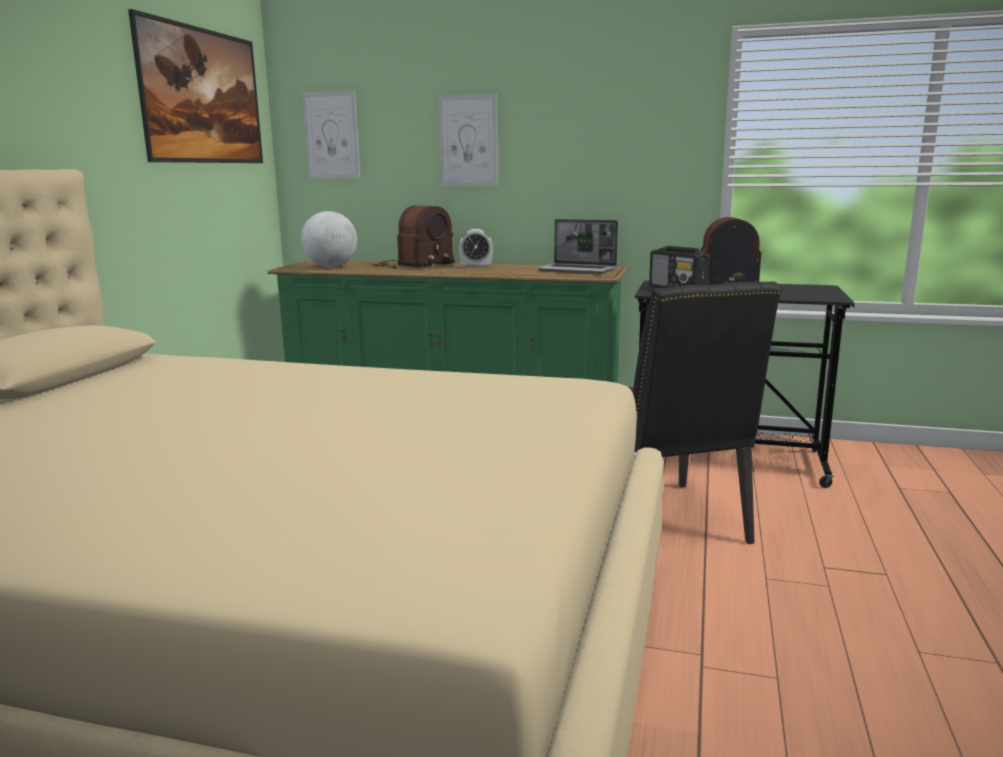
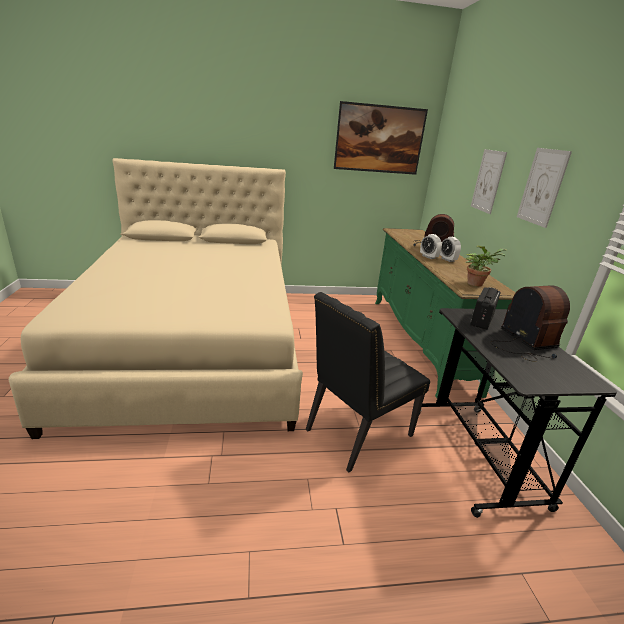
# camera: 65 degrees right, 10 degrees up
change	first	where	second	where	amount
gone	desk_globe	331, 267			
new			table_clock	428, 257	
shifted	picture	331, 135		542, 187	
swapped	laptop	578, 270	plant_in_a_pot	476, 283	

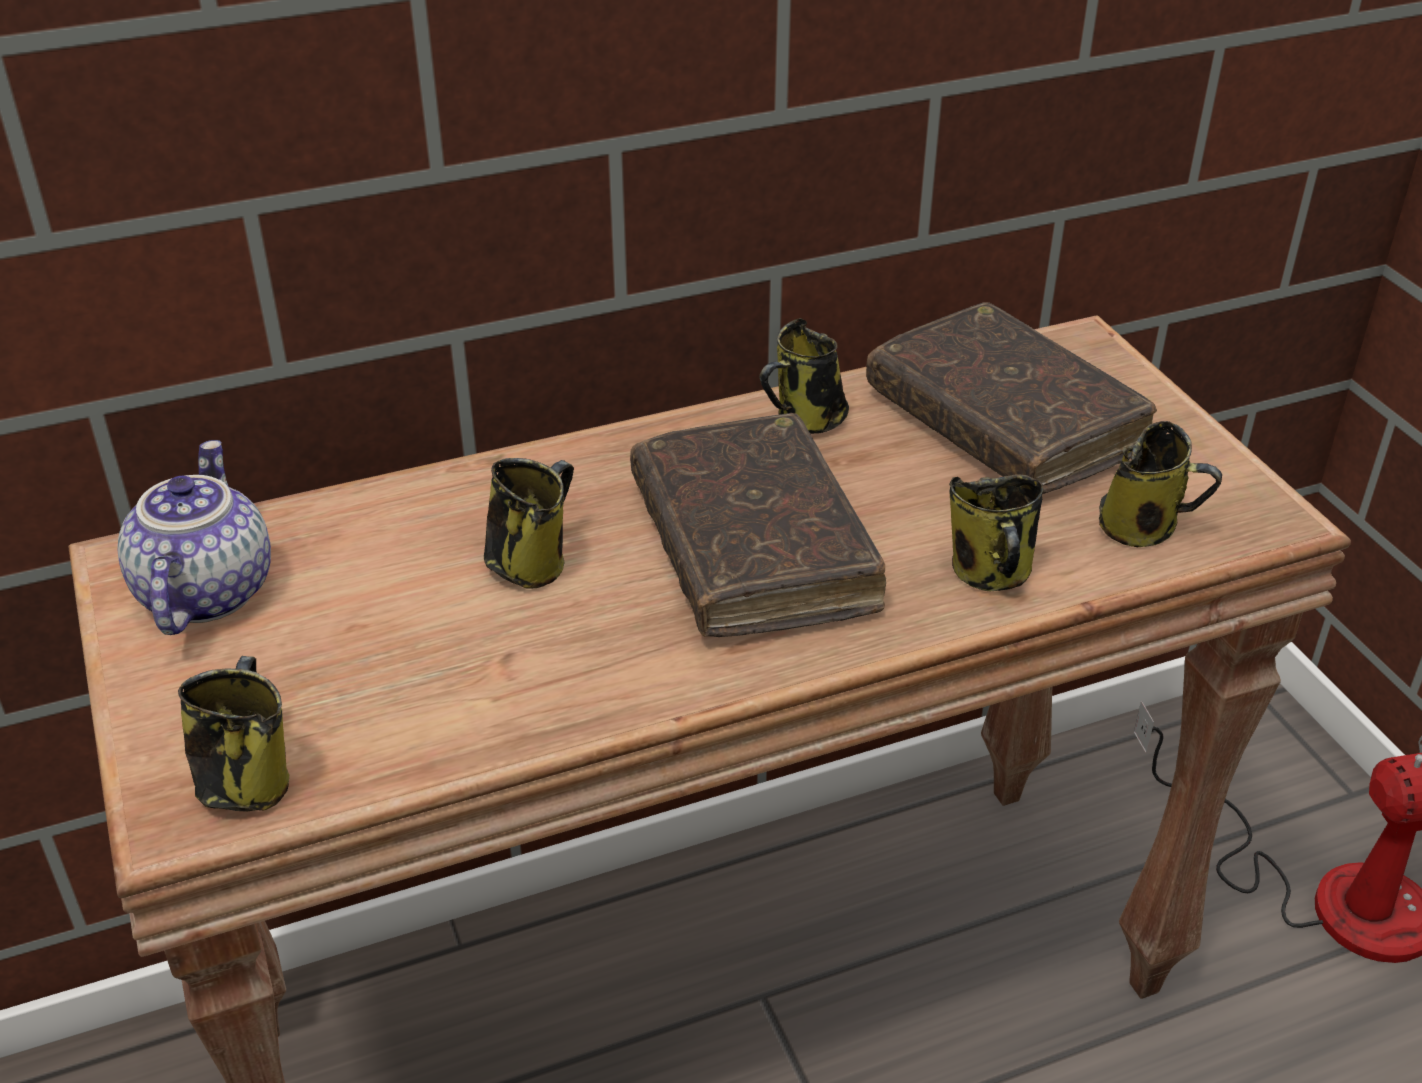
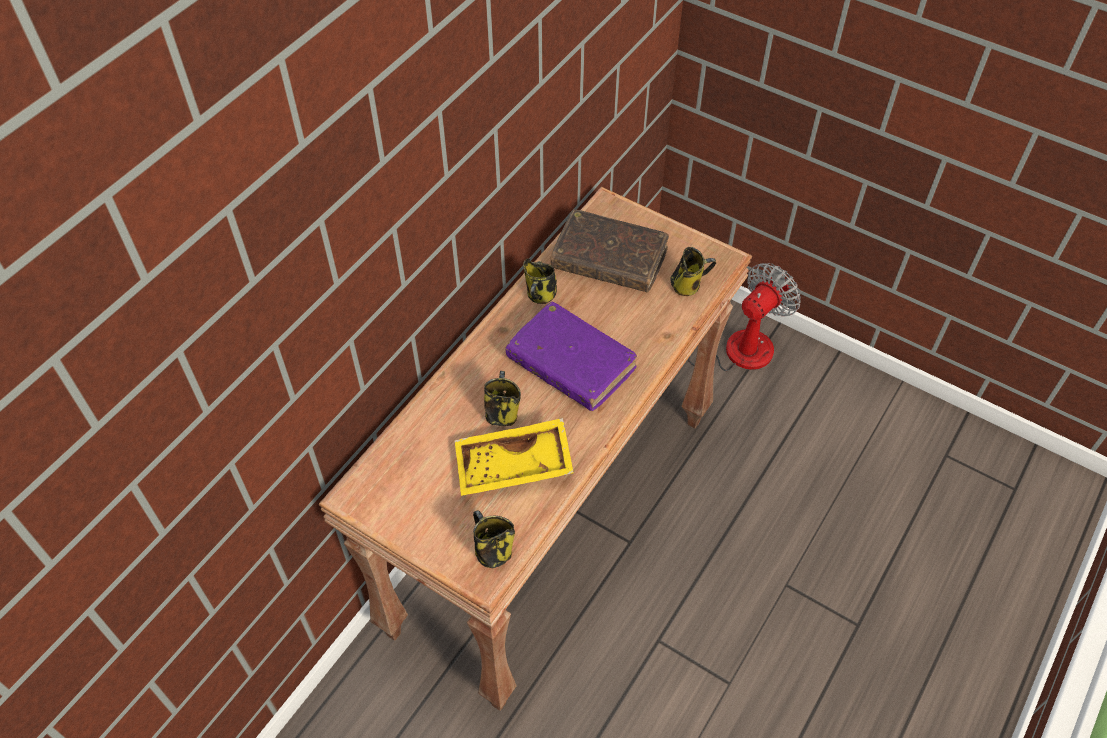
# camera: 35 degrees left, 15 degrees up
change	first	where	second	where	amount
gone	teapot	203, 592			
gone	coffee_mug	991, 574			
new			yellow-coloured_tray	513, 467	
repainted	brownish_volume	752, 548	purple-coloured_volume	571, 364	

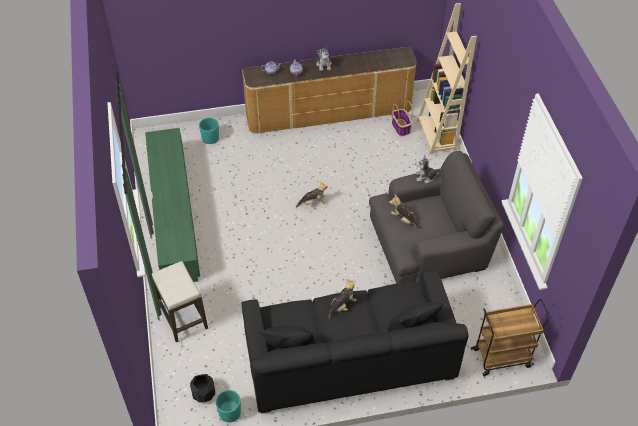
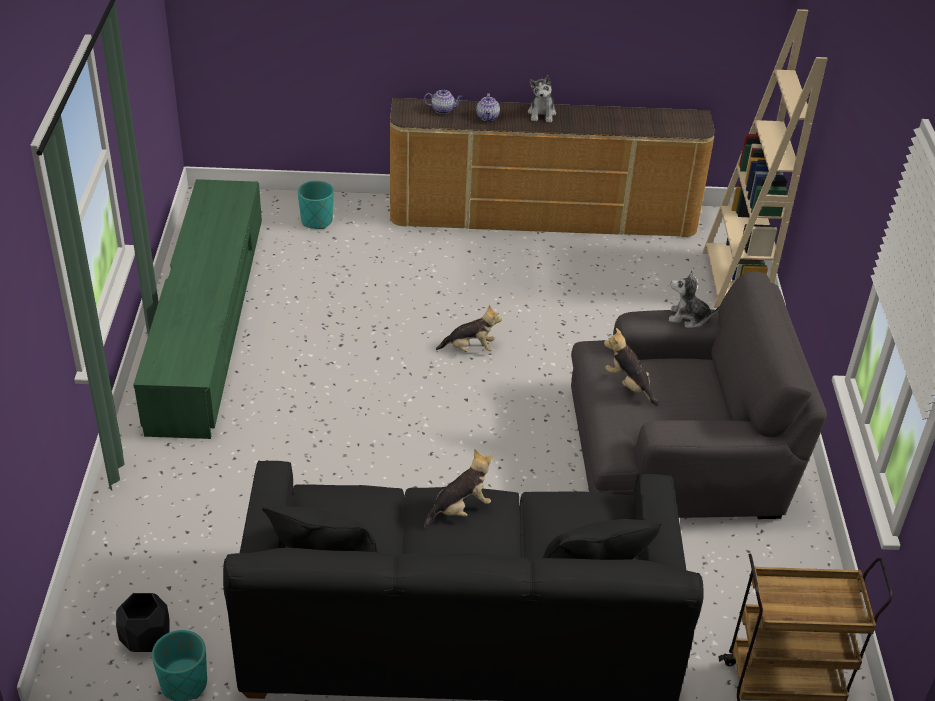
# camera: 10 degrees right, 10 degrees down
change	first	where	second	where	amount
gone	stool_seat	182, 317			
gone	basket	401, 128			

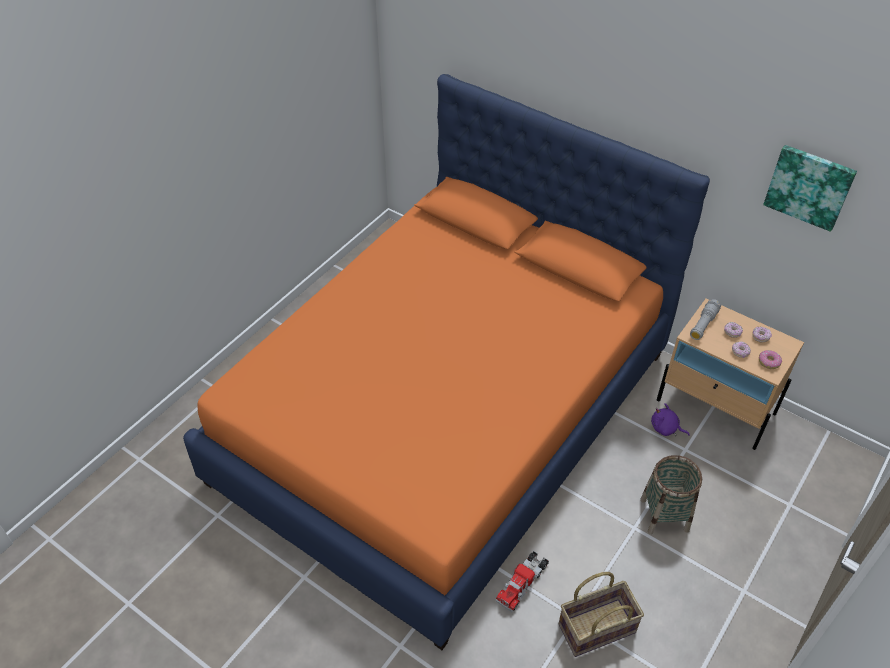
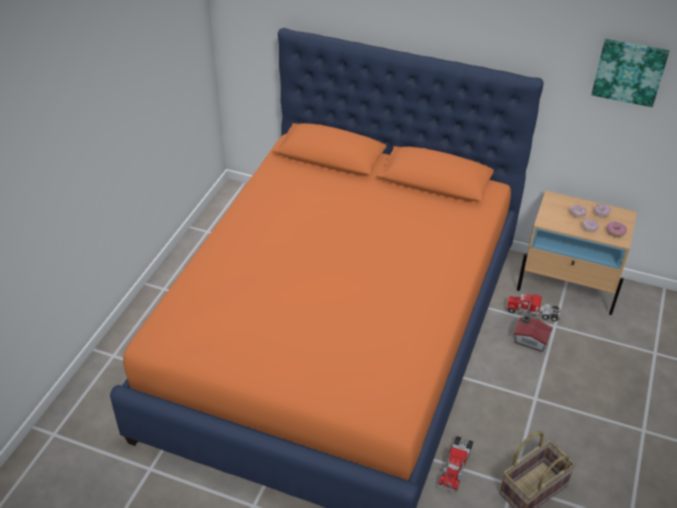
# camera: 15 degrees left, 5 degrees down
change	first	where	second	where	amount
gone	basket	664, 515			
gone	greyish_torch	703, 324			
new			toy_house	530, 340	
swapped	purple-coloured_soft_toy	666, 428	toy_lorry	532, 312	

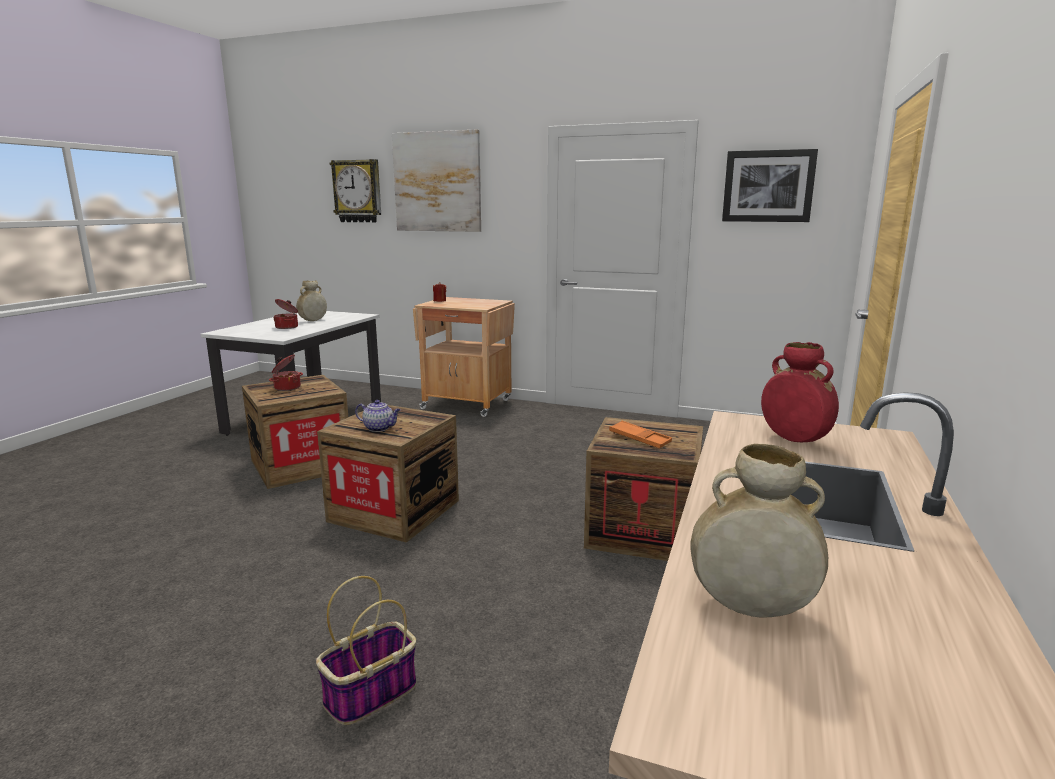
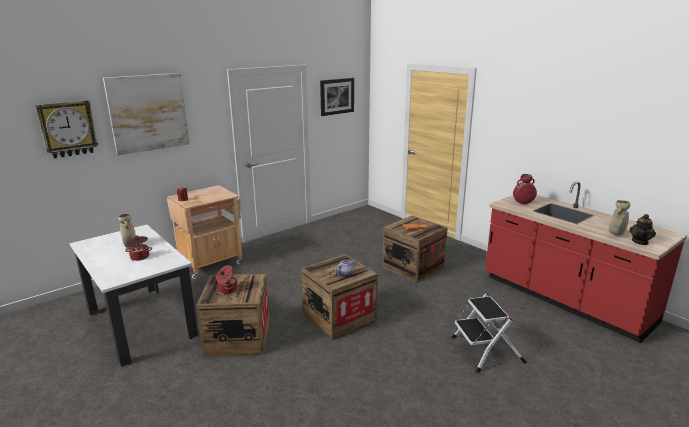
# camera: 60 degrees left, 5 degrees up
change	first	where	second	where	amount
new			teapot	640, 242	
swapped	basket	370, 694	stepladder	486, 351	

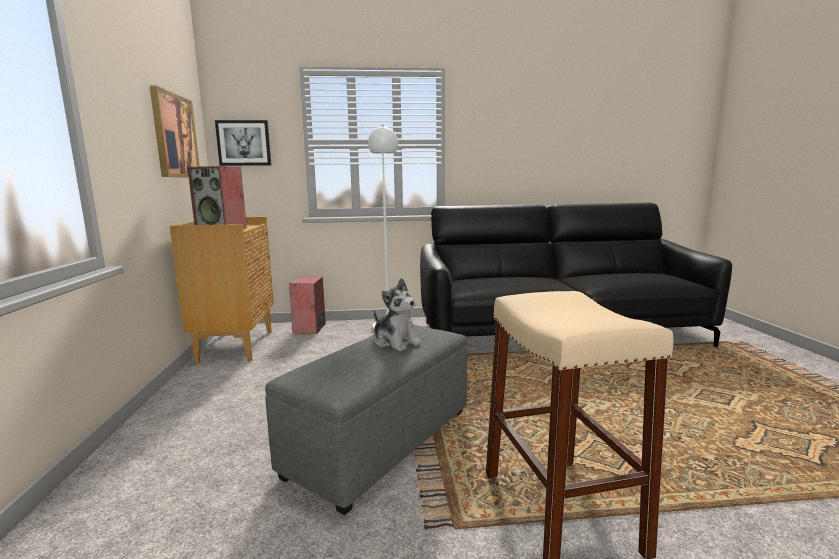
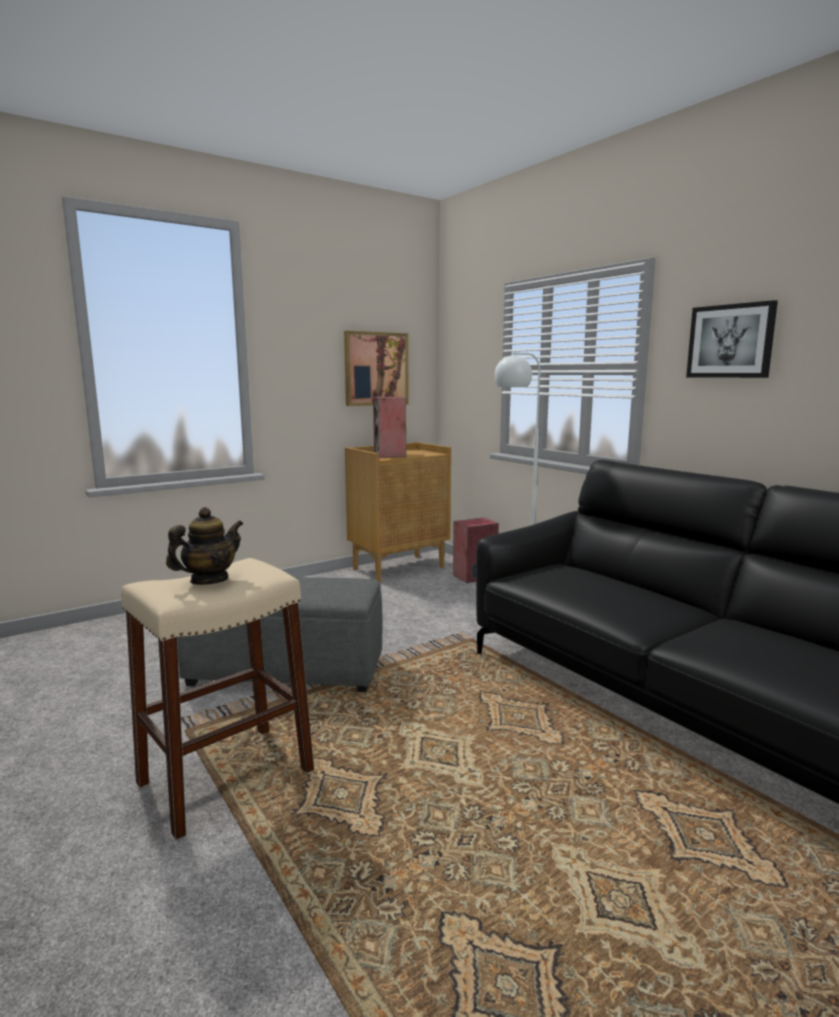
# camera: 60 degrees right, 0 degrees up
change	first	where	second	where	amount
gone	soft_toy	396, 342			
new			teapot	209, 580	
shifted	picture	244, 143		730, 341	

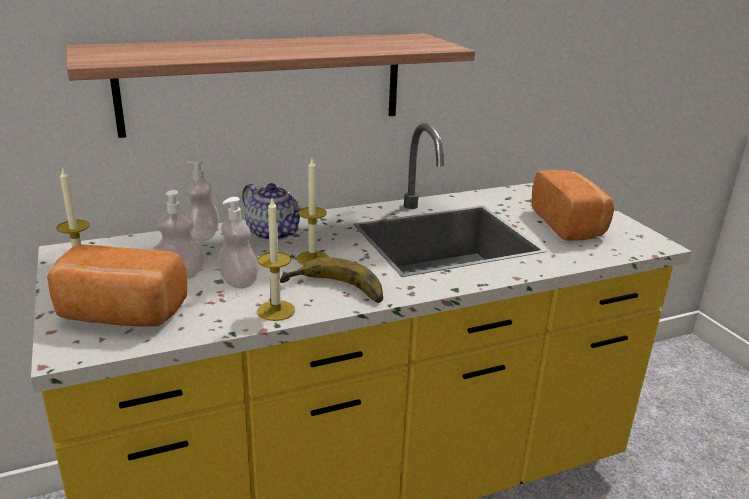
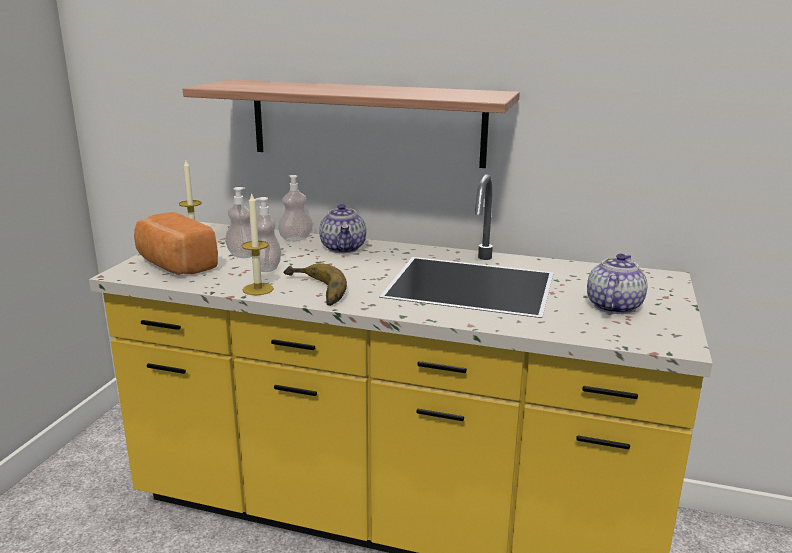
# camera: 40 degrees right, 5 degrees down
change	first	where	second	where	amount
gone	wax_candle	312, 258			
swapped	bread	570, 224	teapot	613, 306	

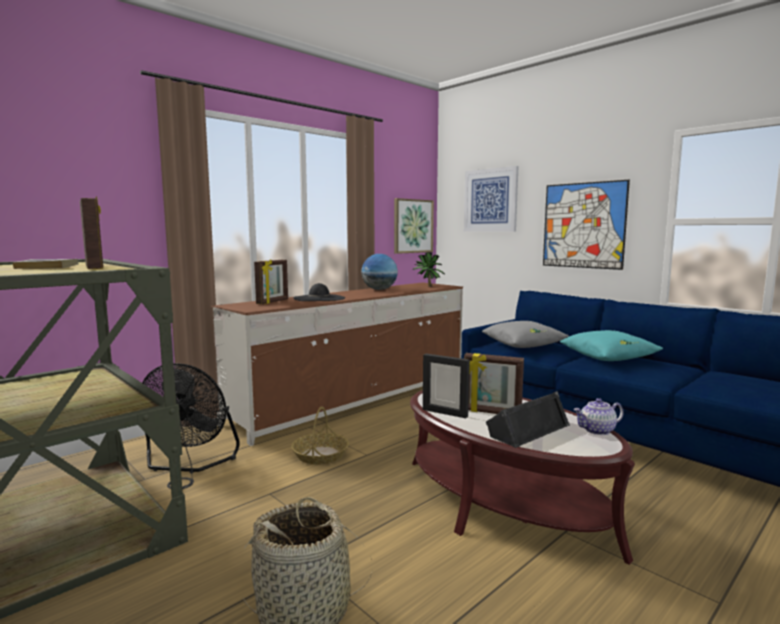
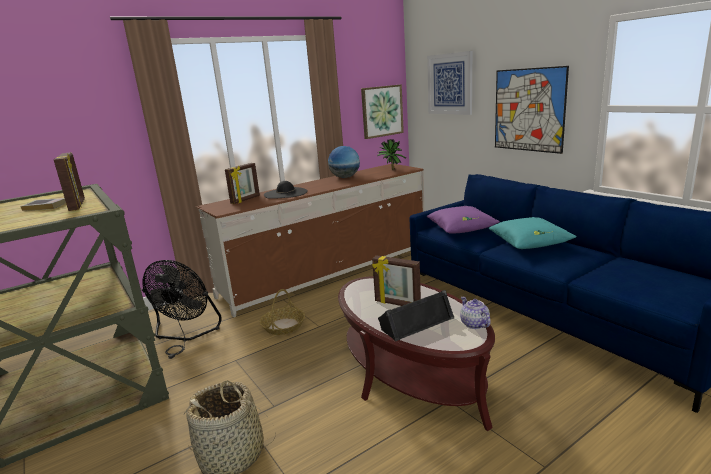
# camera: 10 degrees right, 10 degrees up
change	first	where	second	where	amount
gone	standing_frame	445, 412			
repainted	greyish_throw_pillow	523, 345	purple-coloured_throw_pillow	461, 229	
rotated	teapot	597, 431		474, 324	75 degrees clockwise

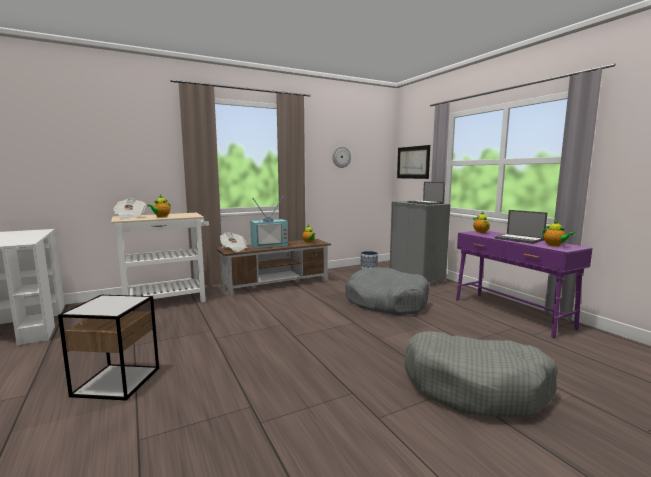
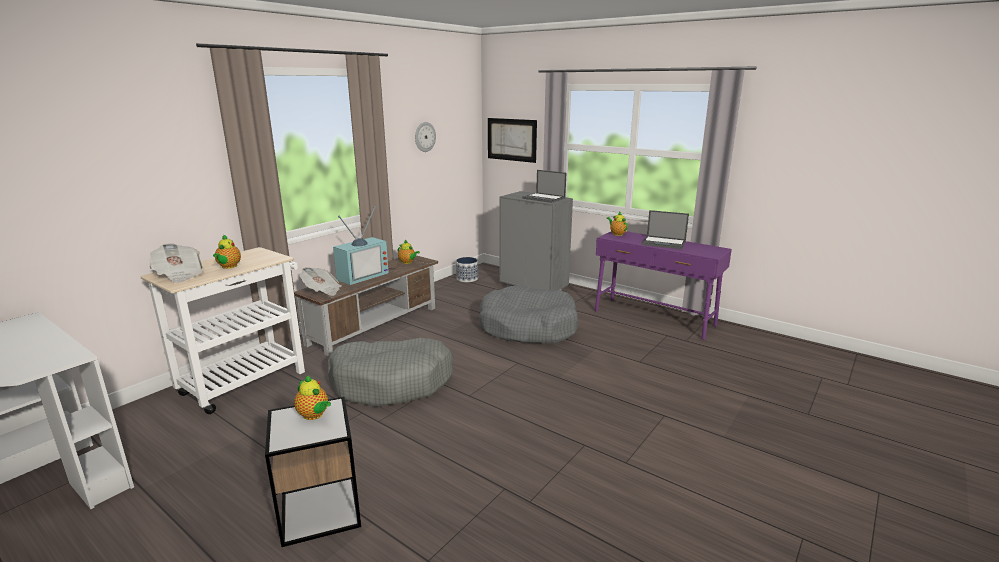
# camera: 25 degrees left, 10 degrees up
change	first	where	second	where	amount
shifted	greyish_dog_cushion	475, 386		392, 382	
shifted	teapot	555, 245		314, 415	

